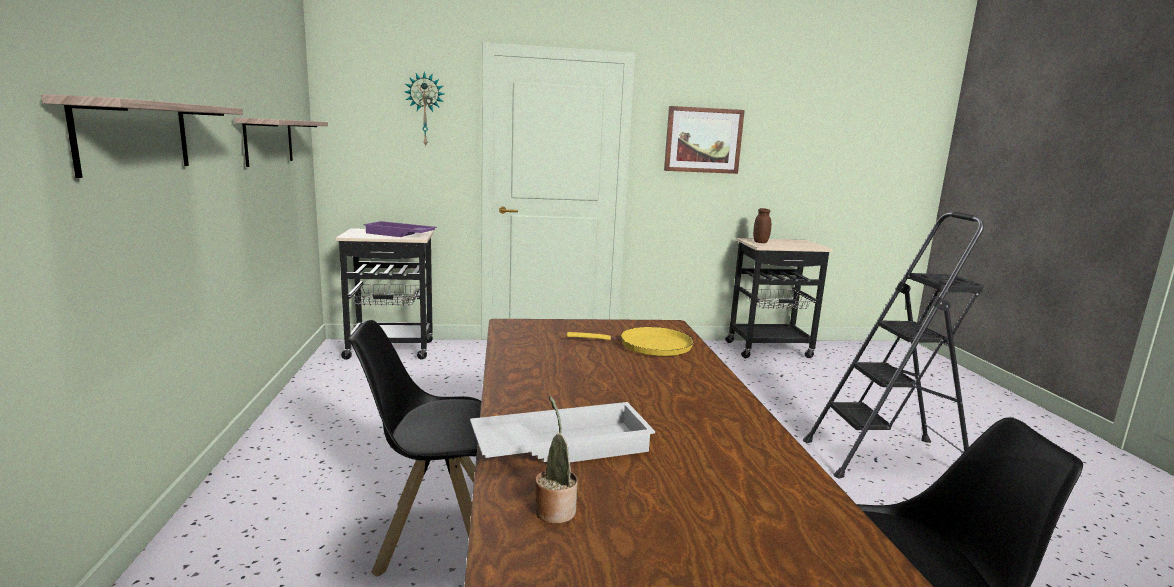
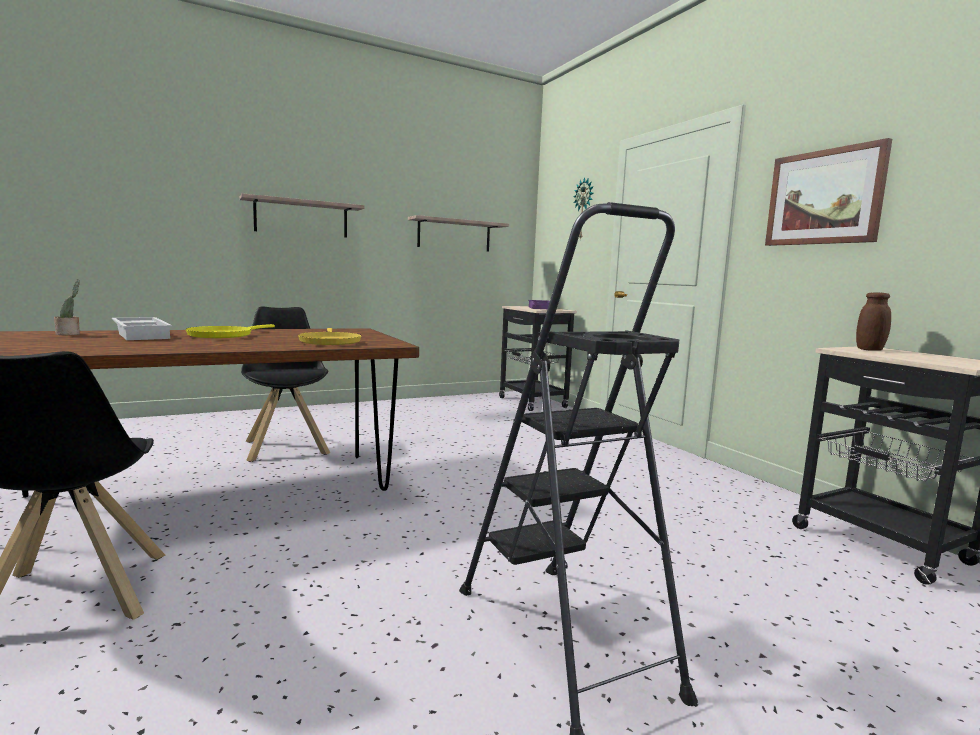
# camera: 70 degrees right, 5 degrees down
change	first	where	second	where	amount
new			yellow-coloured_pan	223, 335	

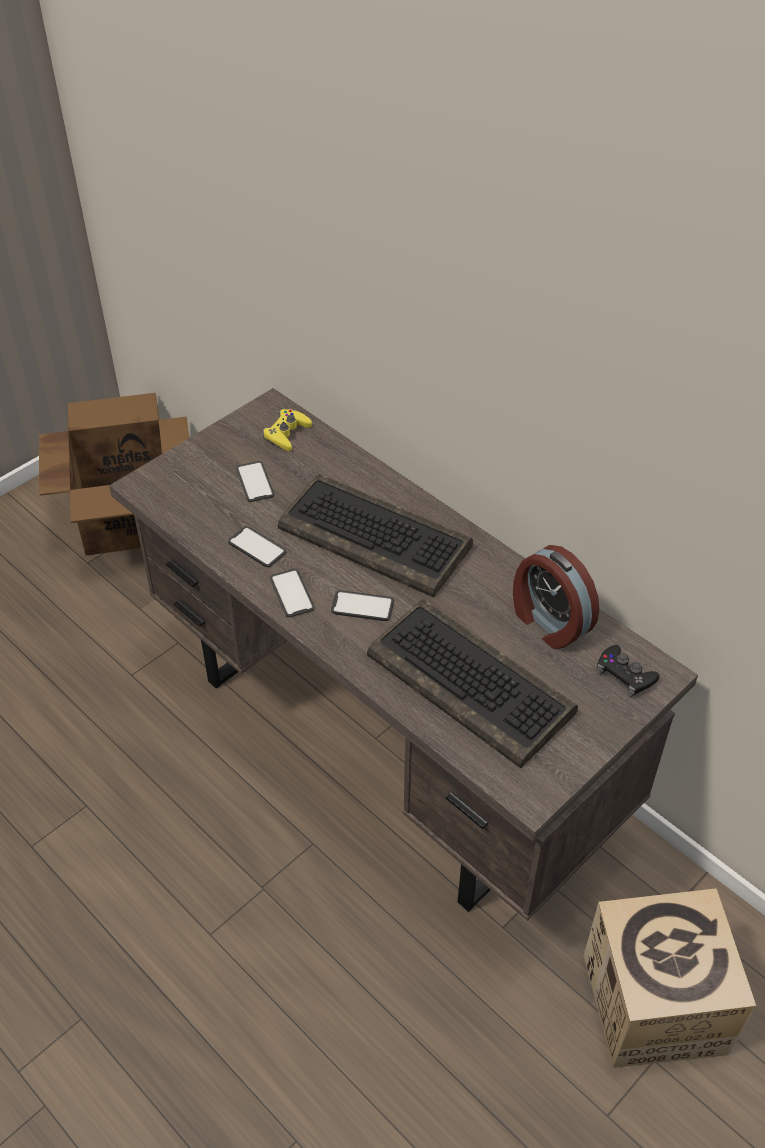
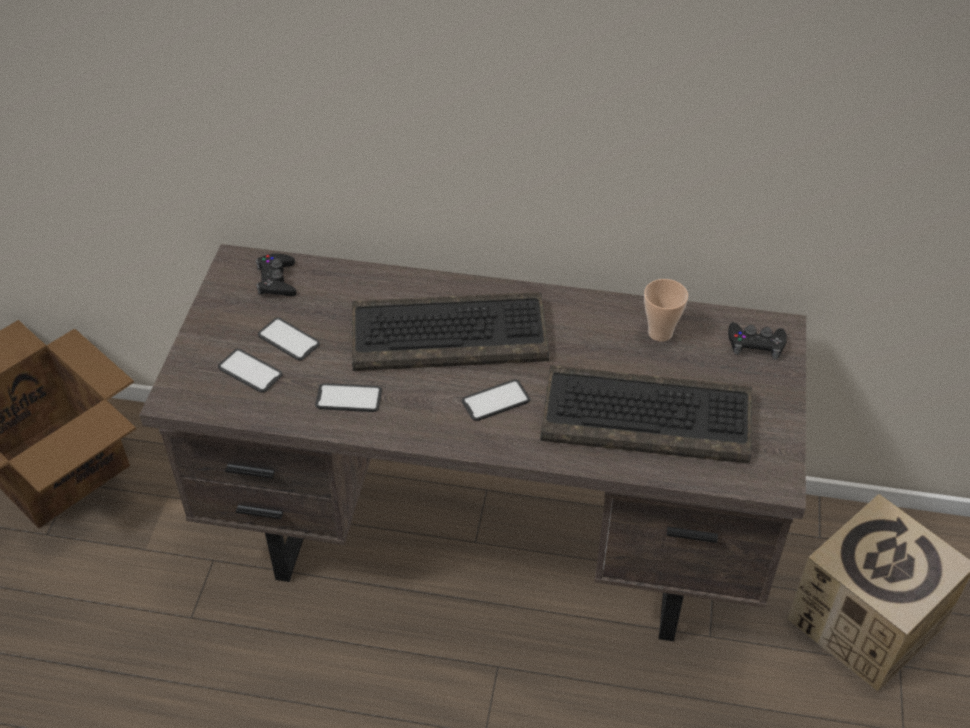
# camera: 35 degrees left, 0 degrees up
change	first	where	second	where	amount
shifted	telephone	292, 593		250, 371	
swapped	table_clock	549, 622	cup	660, 333	
repainted	yellow-coloured_game_controller	286, 434	blackish_game_controller	276, 280	

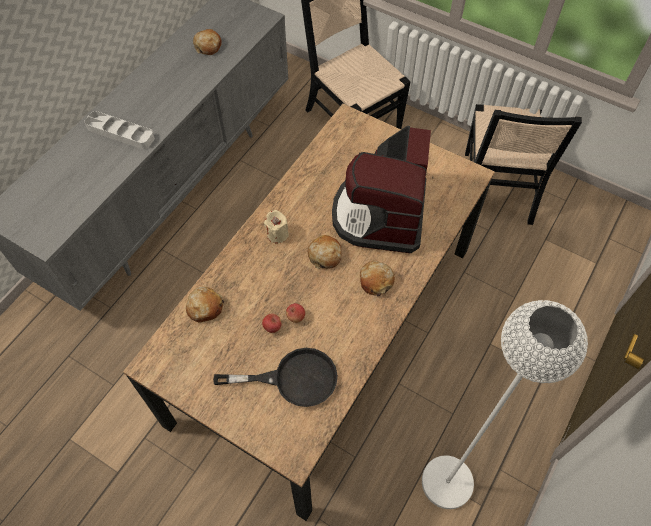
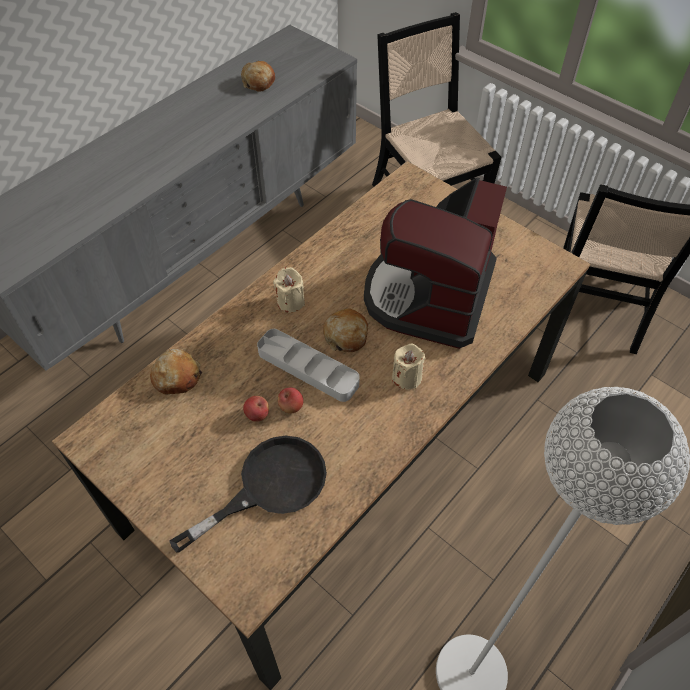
# camera: 10 degrees right, 5 degrees down
change	first	where	second	where	amount
shifted	greyish_tray	120, 133		308, 368	
swapped	bread	376, 281	beige_wax_candle	407, 377	
rotated	blackish_pan	293, 379		269, 486	45 degrees counterclockwise

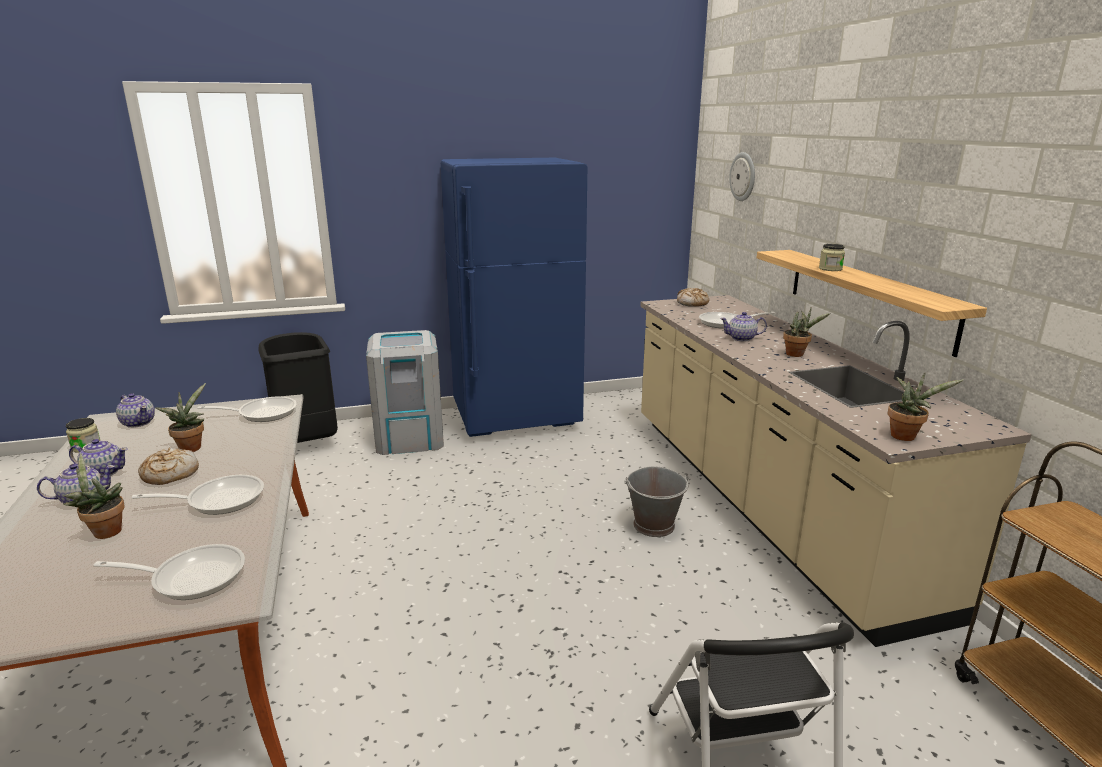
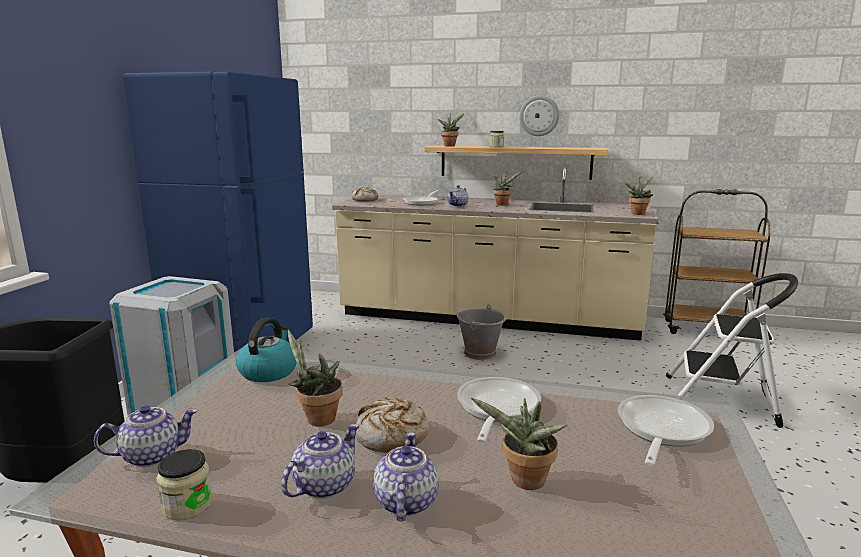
# camera: 60 degrees left, 5 degrees down
change	first	where	second	where	amount
new			plant_in_a_pot	450, 146	
shifted	hanging_clock	743, 176		539, 115	
swapped	pan	262, 413	tea_kettle	268, 371	

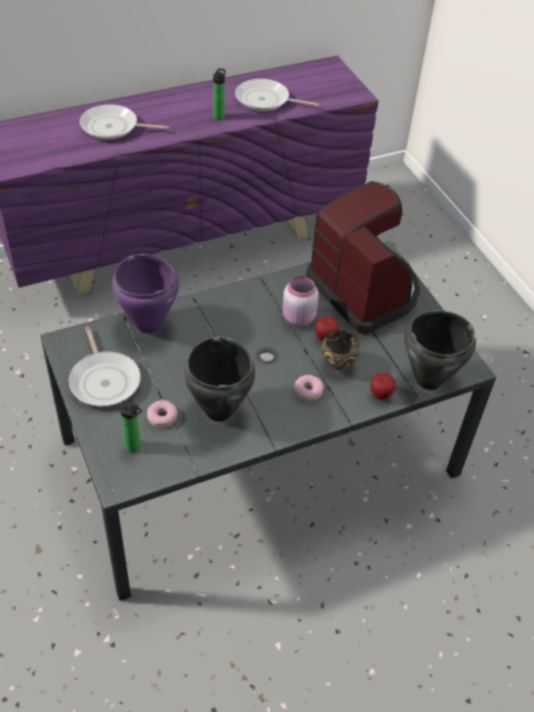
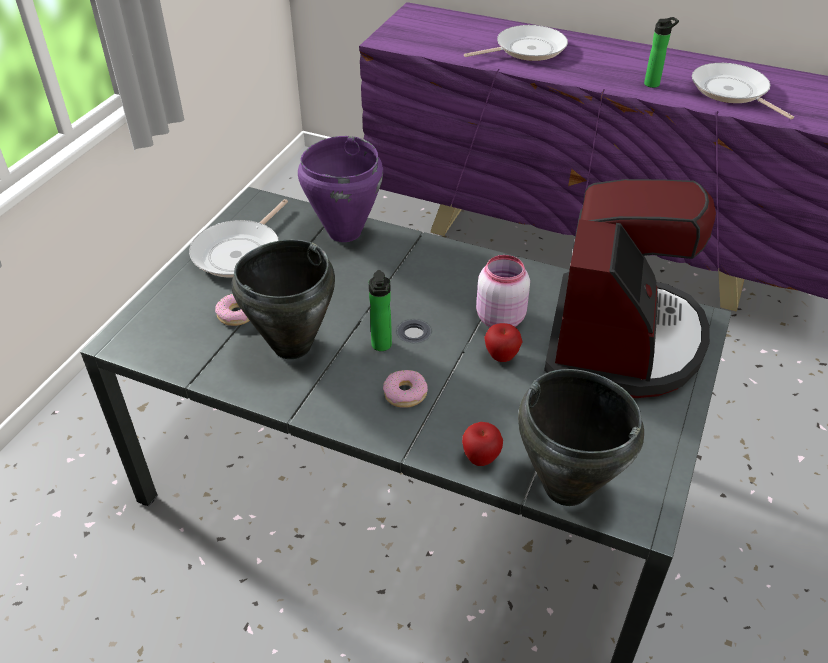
# camera: 50 degrees right, 5 degrees down
change	first	where	second	where	amount
gone	brownish_serving_bowl	338, 365			
shifted	drink_bottle	134, 447		381, 347	
rotated	pan	113, 127		526, 49	105 degrees clockwise

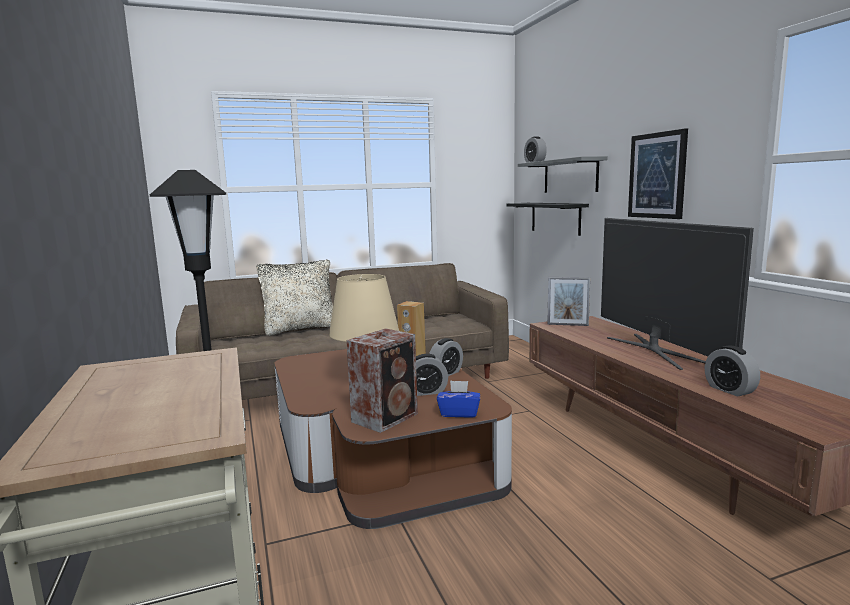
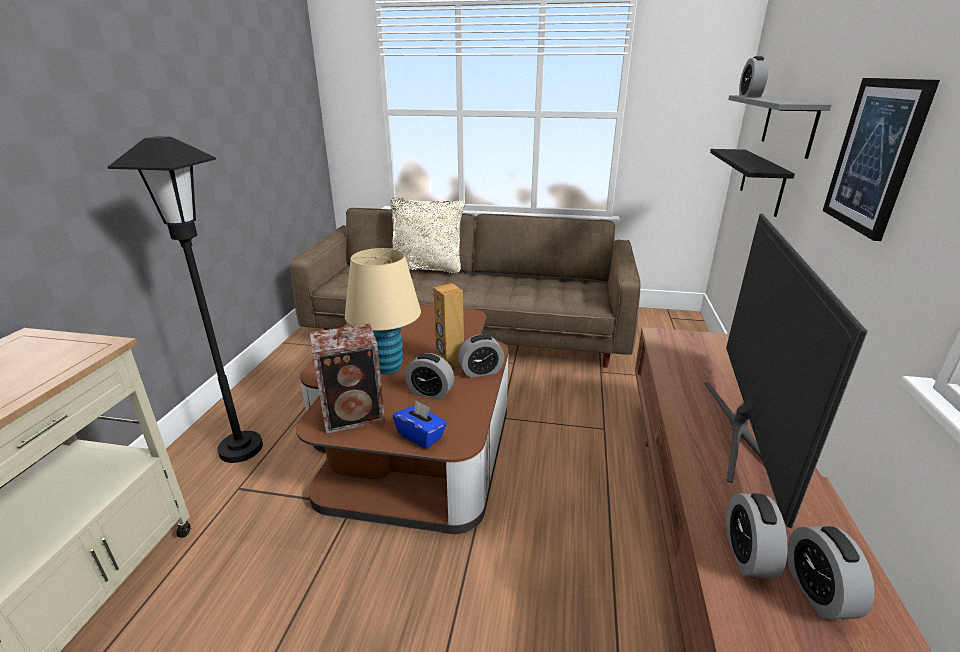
# camera: 30 degrees right, 15 degrees up
change	first	where	second	where	amount
gone	standing_frame	567, 325			
new			table_clock	817, 592	

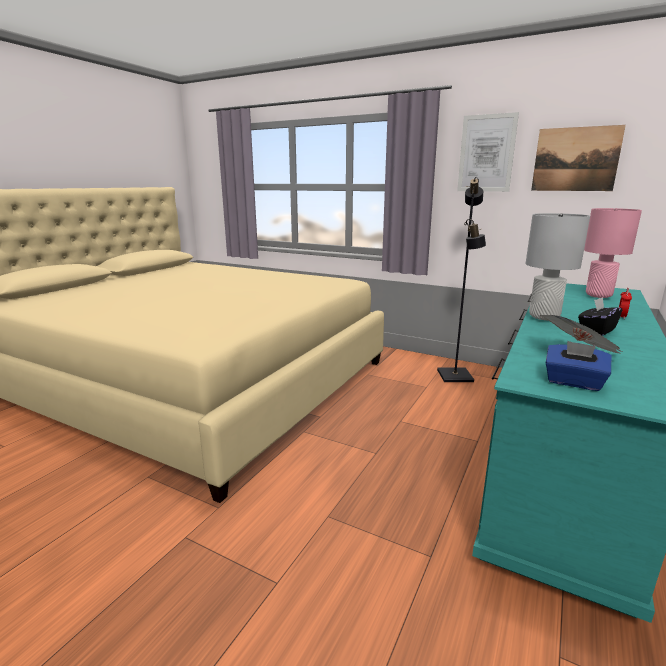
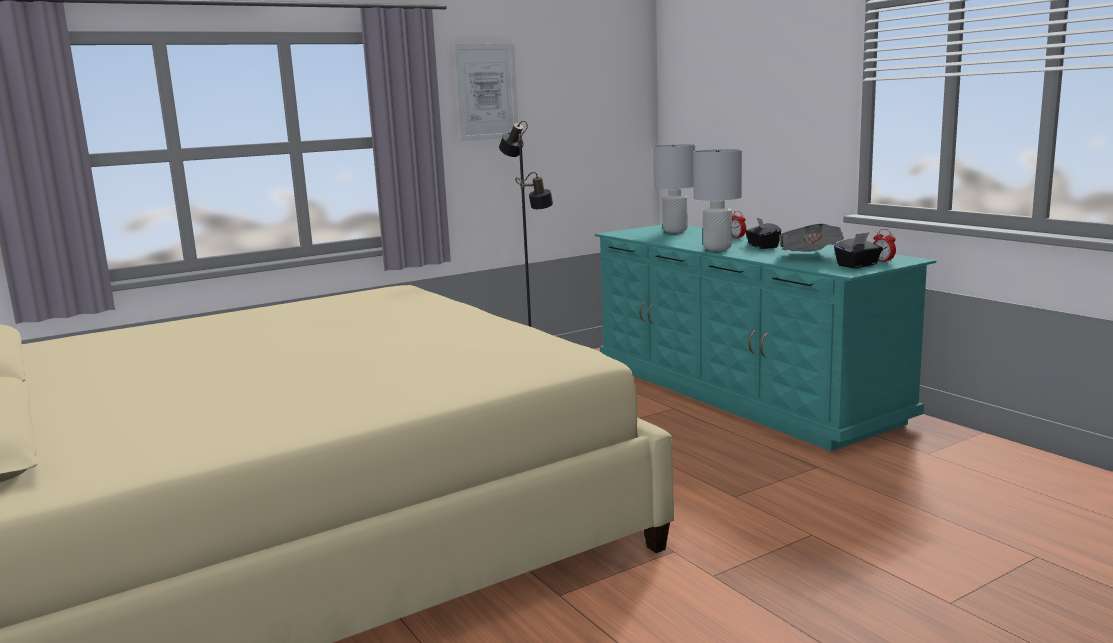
# camera: 60 degrees left, 5 degrees down
change	first	where	second	where	amount
gone	picture	575, 159			
new			table_clock	883, 261	
repainted	bluish_box_of_tissues	573, 382	blackish_box_of_tissues	858, 265	
repainted	pinkish_table_lamp	598, 296	greyish_table_lamp	675, 232	

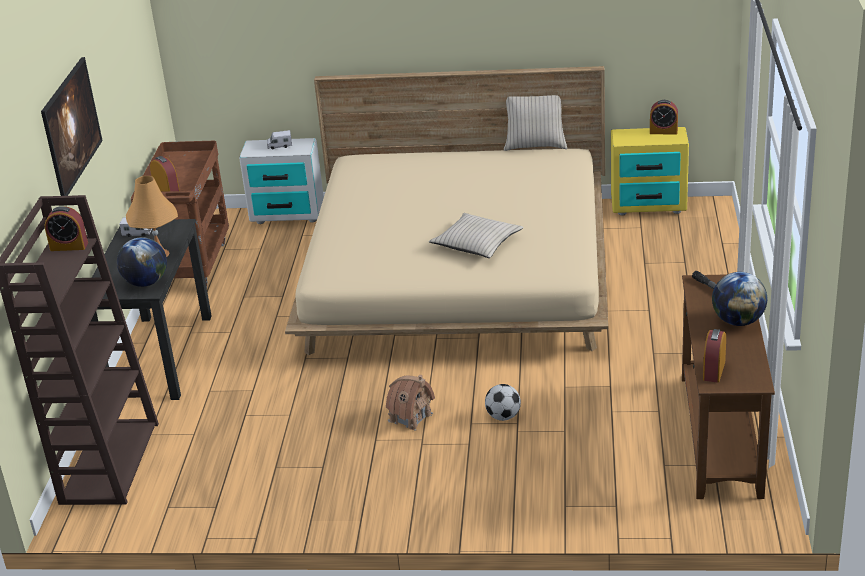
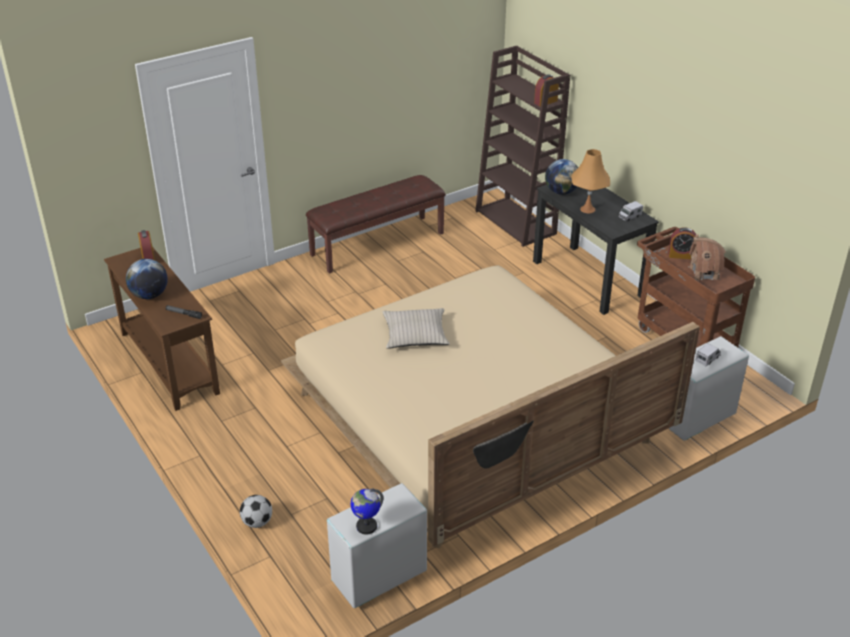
# camera: 140 degrees right, 5 degrees up
change	first	where	second	where	amount
gone	picture	76, 148			
new			brownish_bench	377, 243	
shifted	toy_house	410, 417		704, 273	
shifted	ball_for_football	503, 417		257, 522	
swapped	table_clock	663, 131	desk_globe	366, 526	
repainted	yellow-coloured_bedside_table	648, 208	whitish_bedside_table	378, 578	

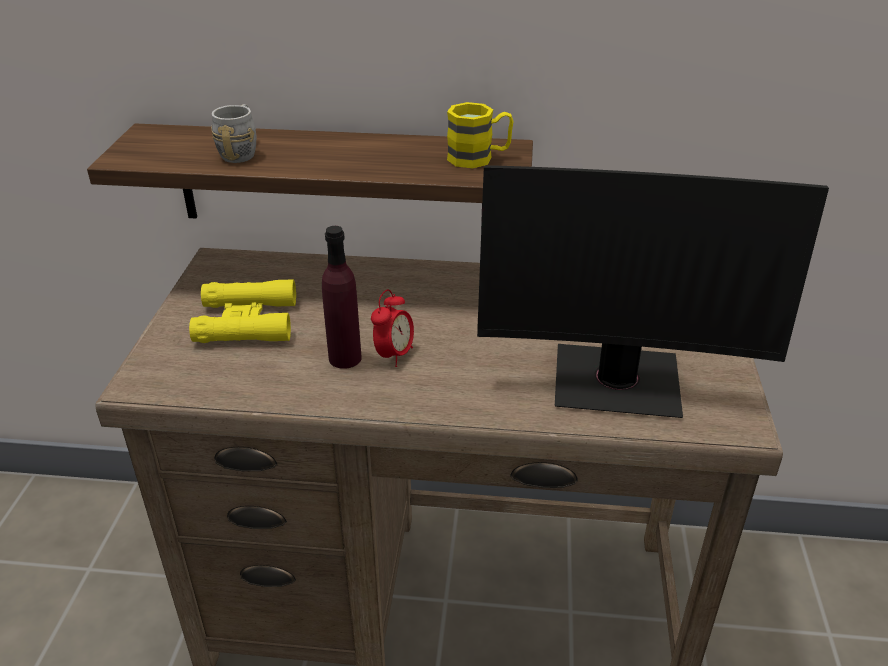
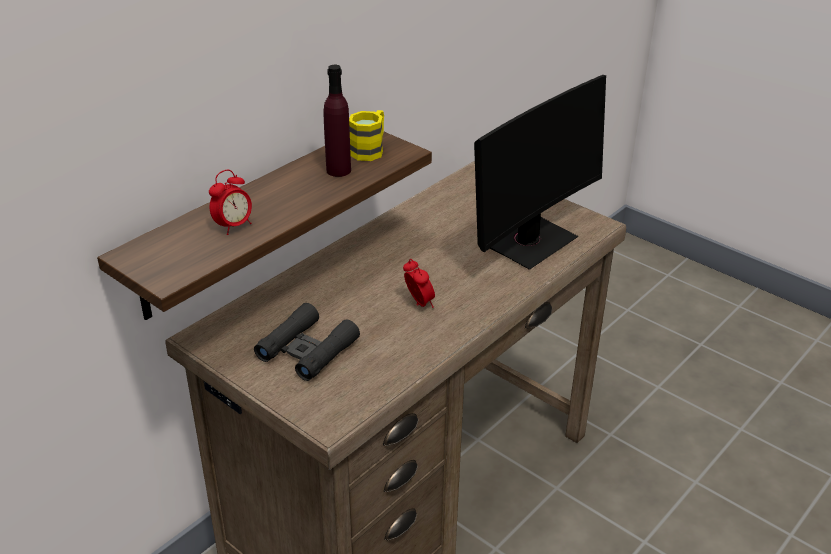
# camera: 55 degrees left, 0 degrees up
change	first	where	second	where	amount
shifted	purple-coloured_drink_bottle	345, 358		338, 170	
swapped	greyish_coffee_mug	241, 152	table_clock	233, 226	
repainted	yellow-coloured_binoculars	246, 322	blackish_binoculars	307, 350	

